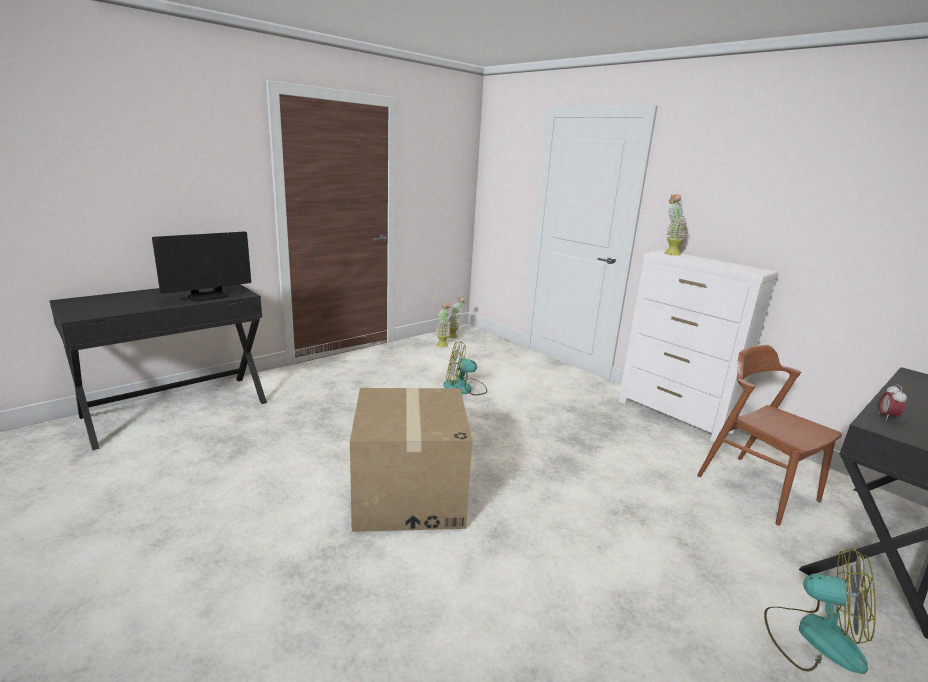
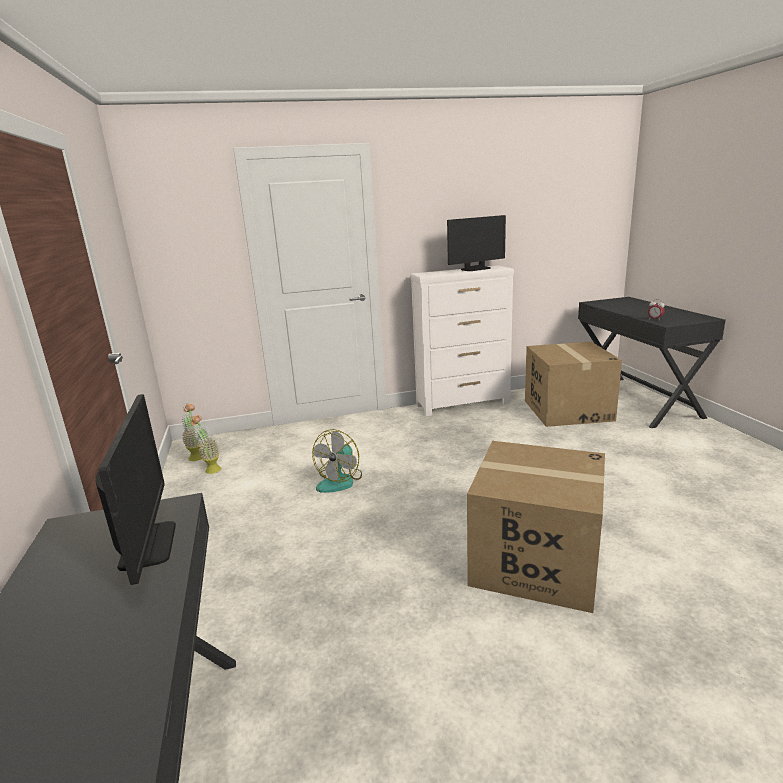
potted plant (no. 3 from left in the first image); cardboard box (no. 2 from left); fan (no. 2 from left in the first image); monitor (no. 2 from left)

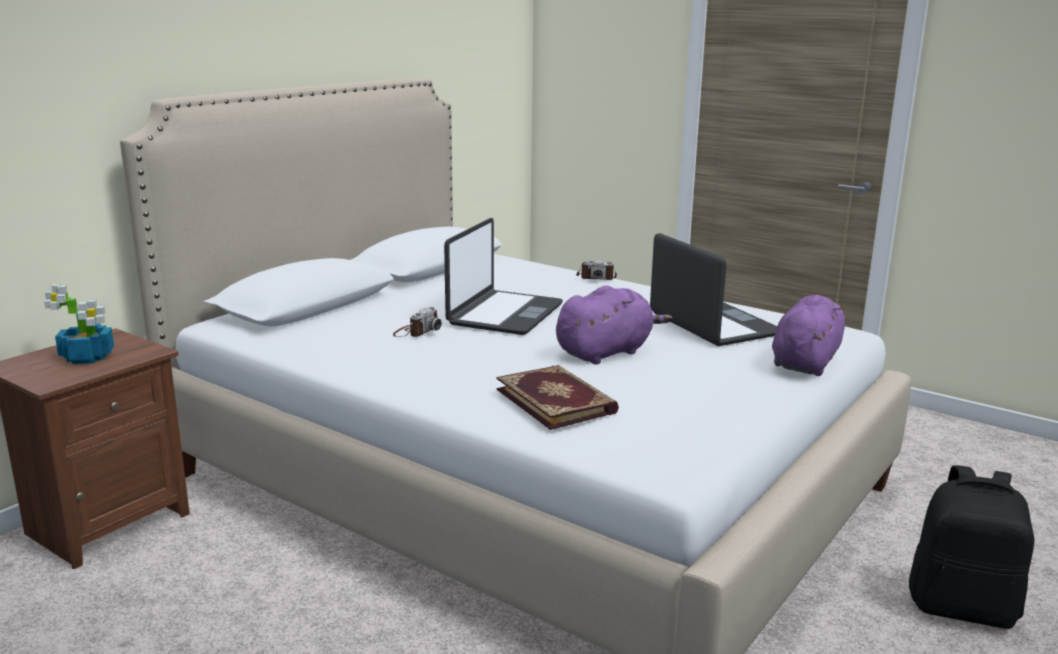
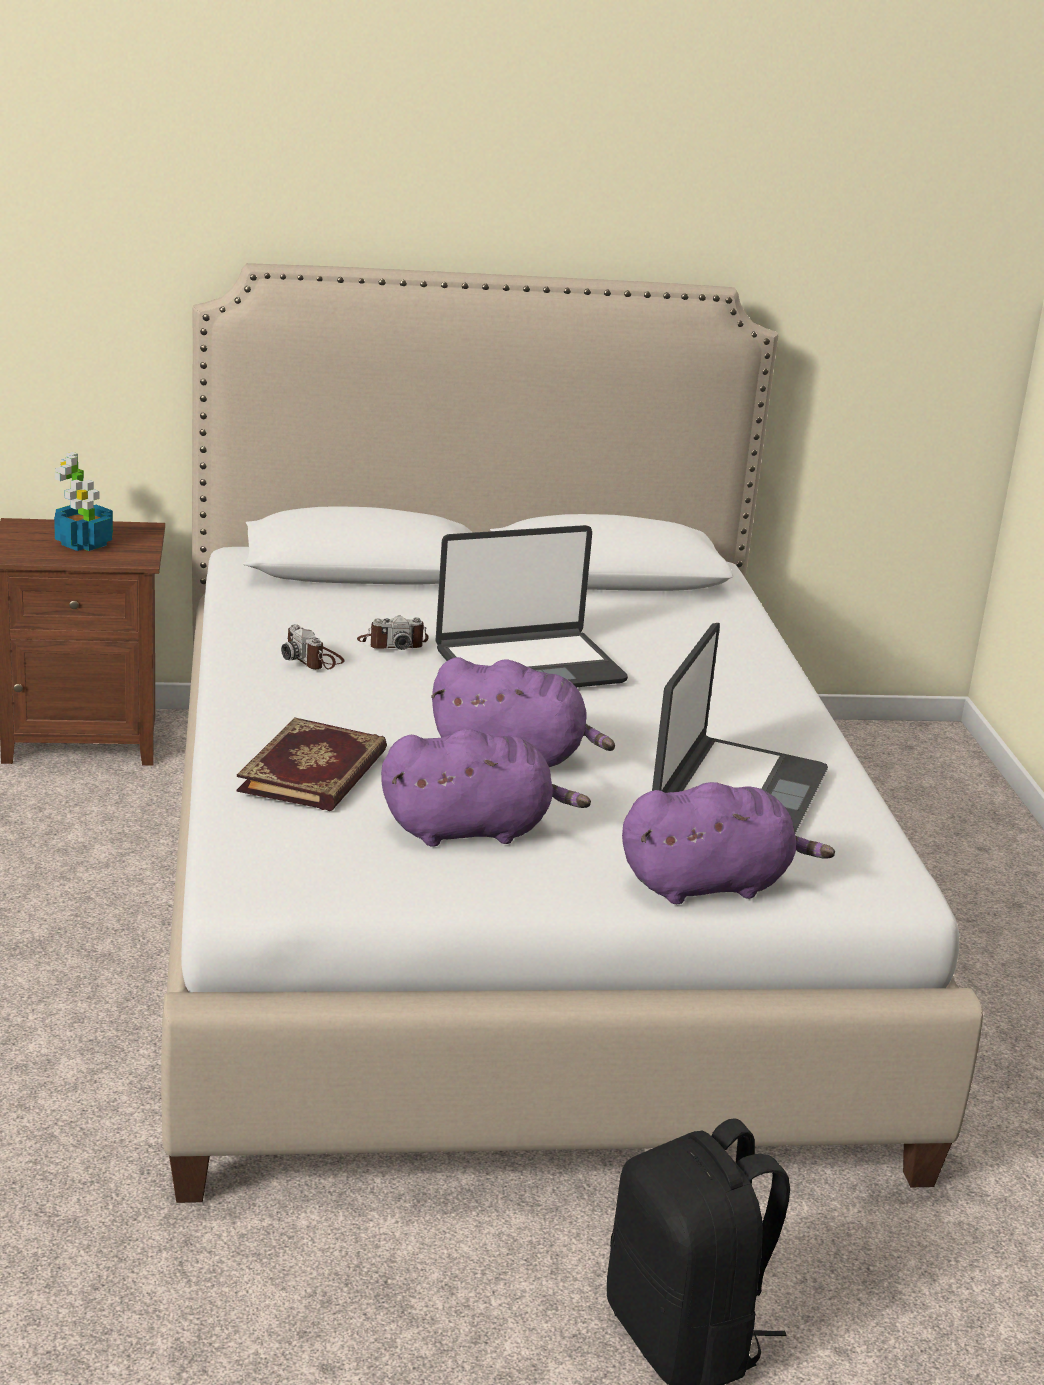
photo camera (no. 1 from left); plush toy/purple (no. 1 from left)

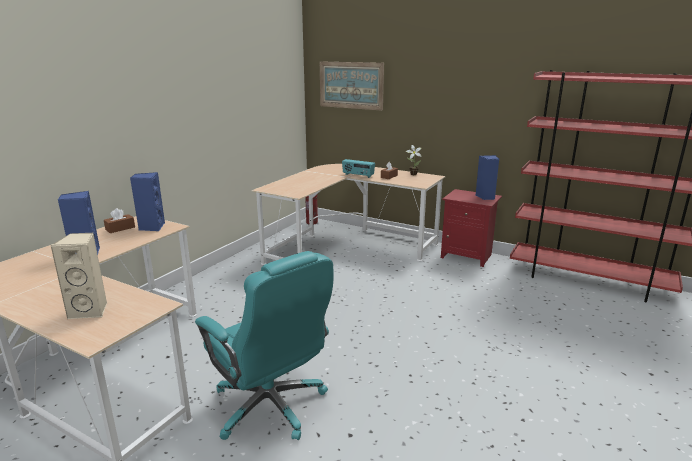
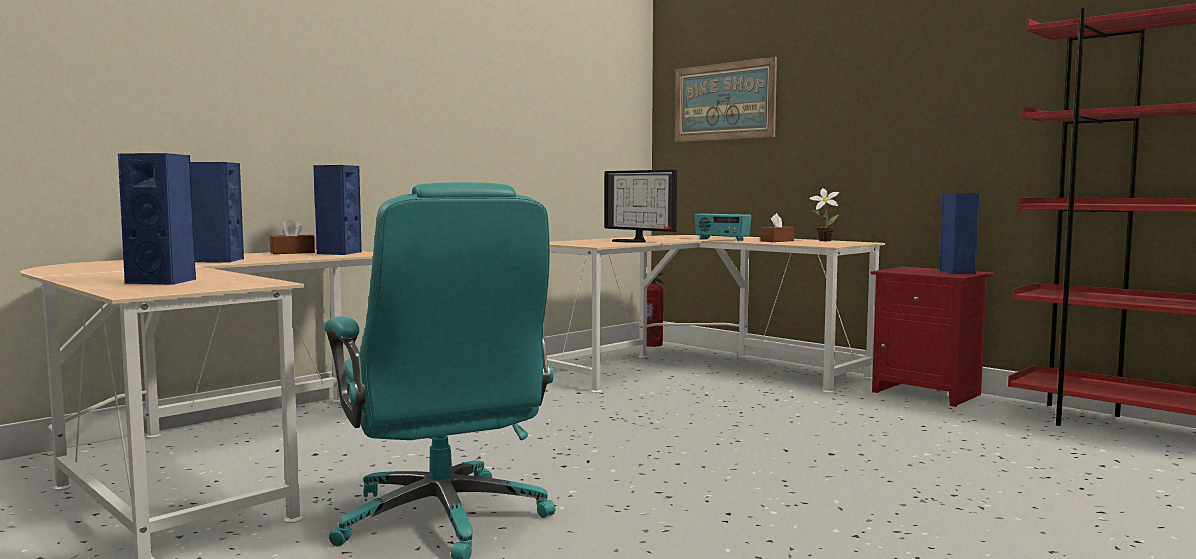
speaker/blue (no. 1 from left); monitor

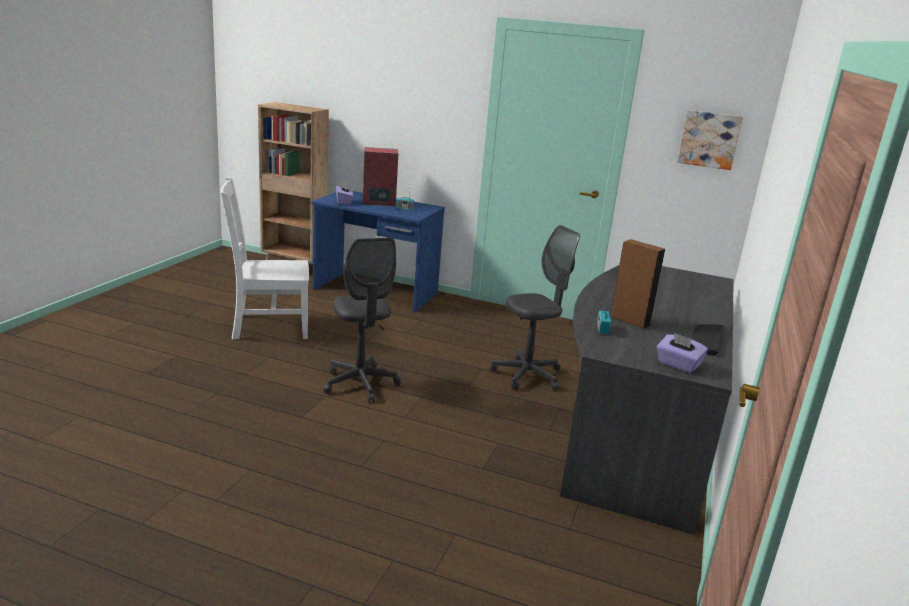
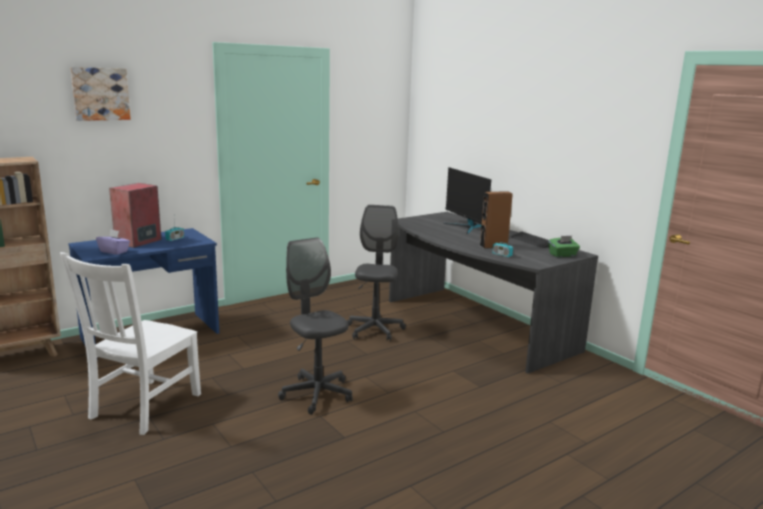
picture; office chair/grey (no. 1 from left); tissue box/green; monitor

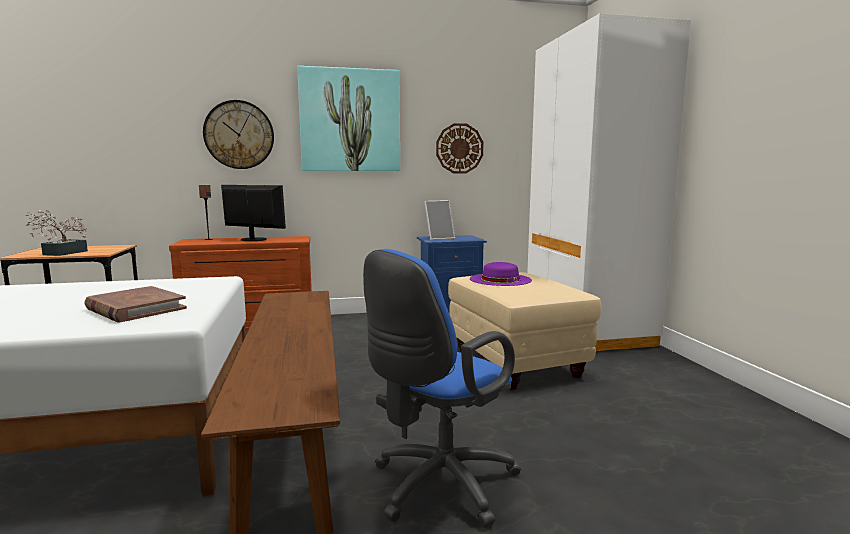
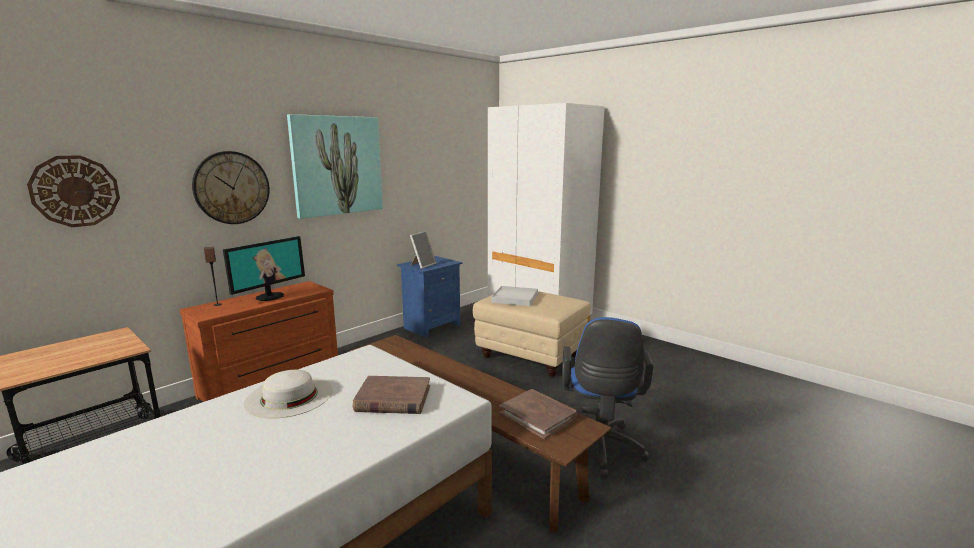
wall clock (no. 1 from left); monitor; potted plant; tray/white; hat/white; book/brown (no. 2 from left)

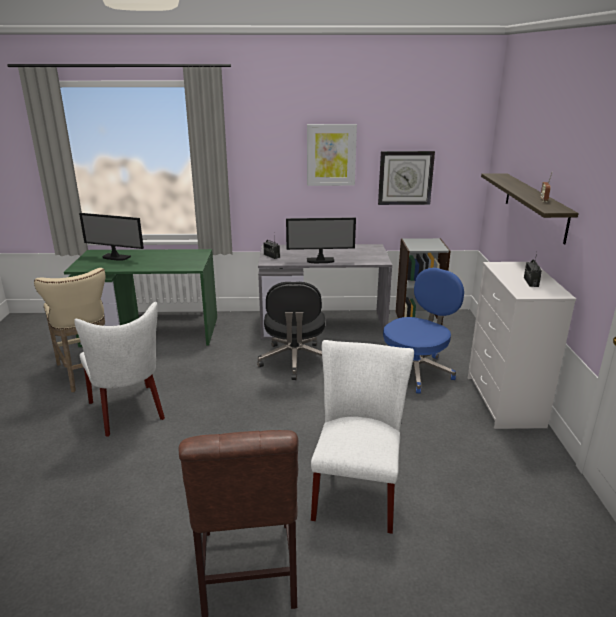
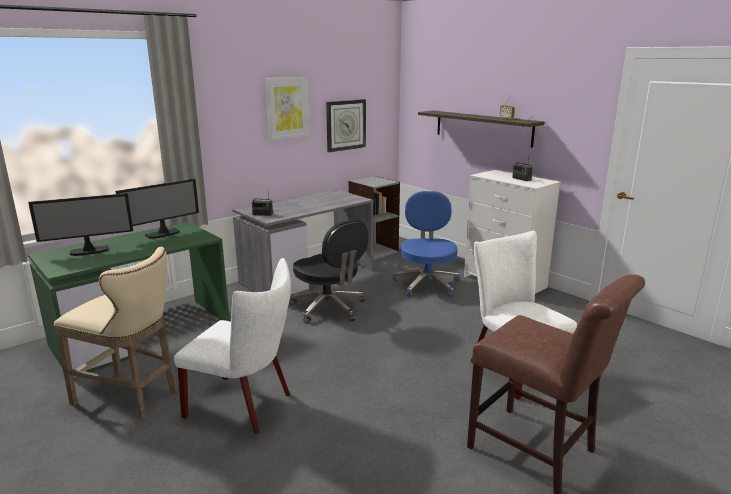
monitor (no. 2 from left)

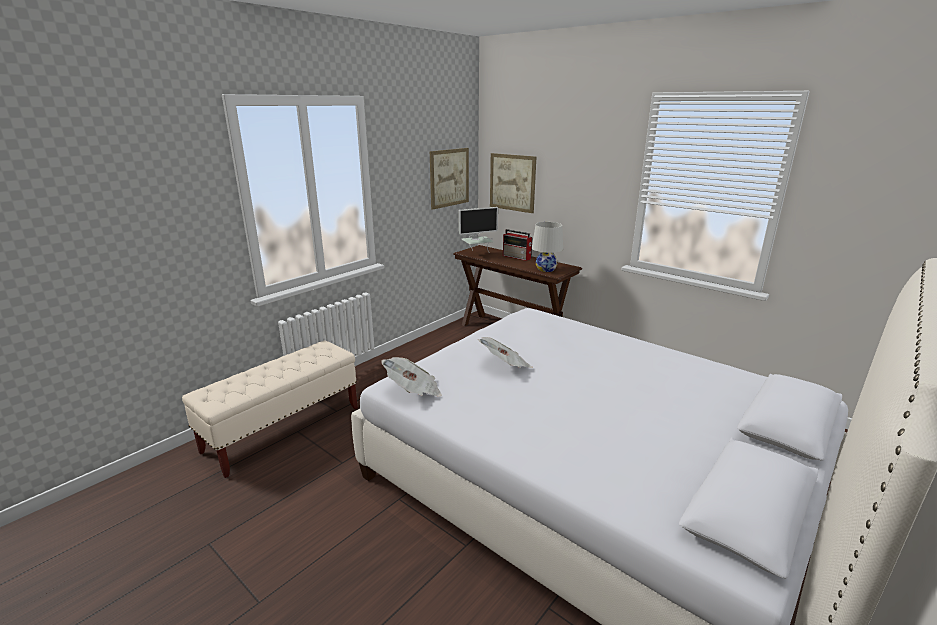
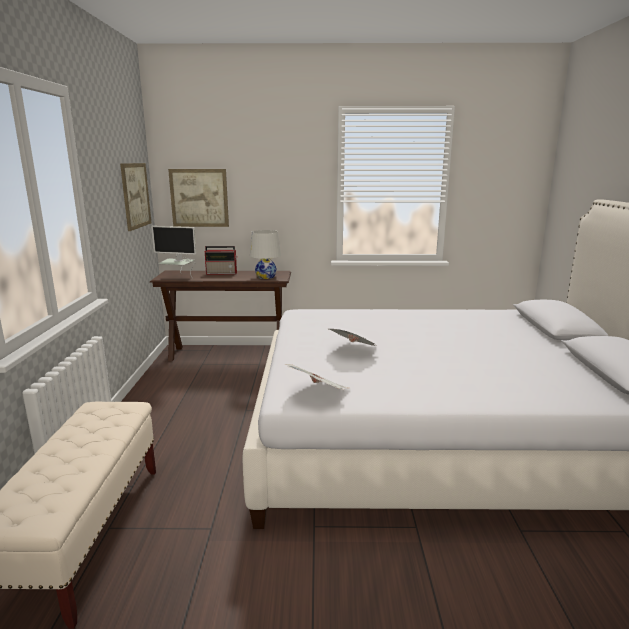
monitor

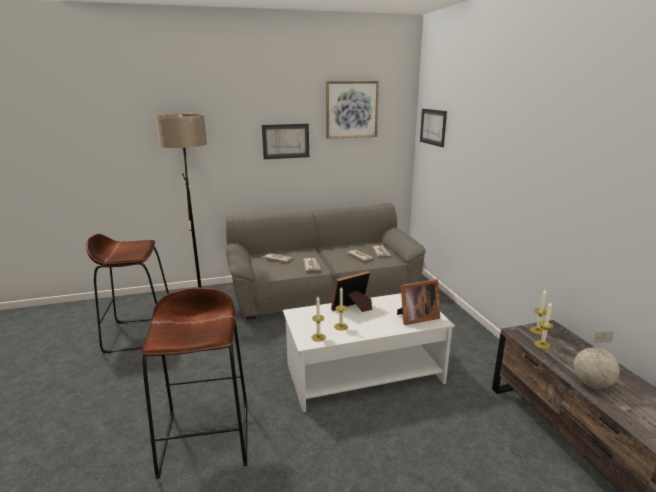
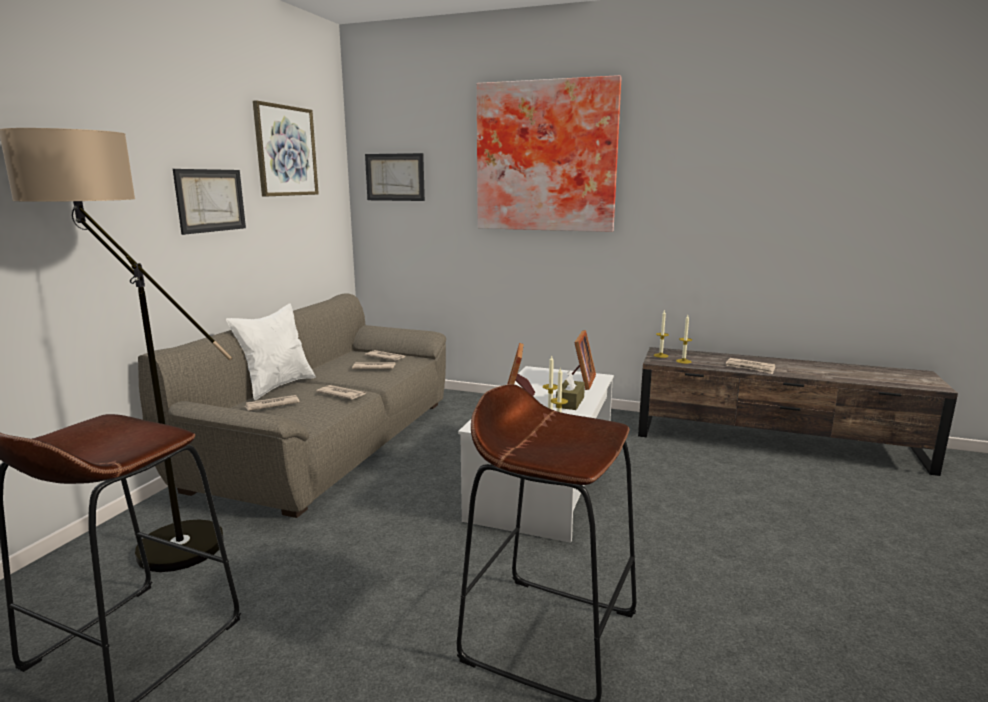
newspaper (no. 5 from left); picture (no. 4 from left); pillow/white; tissue box/brown

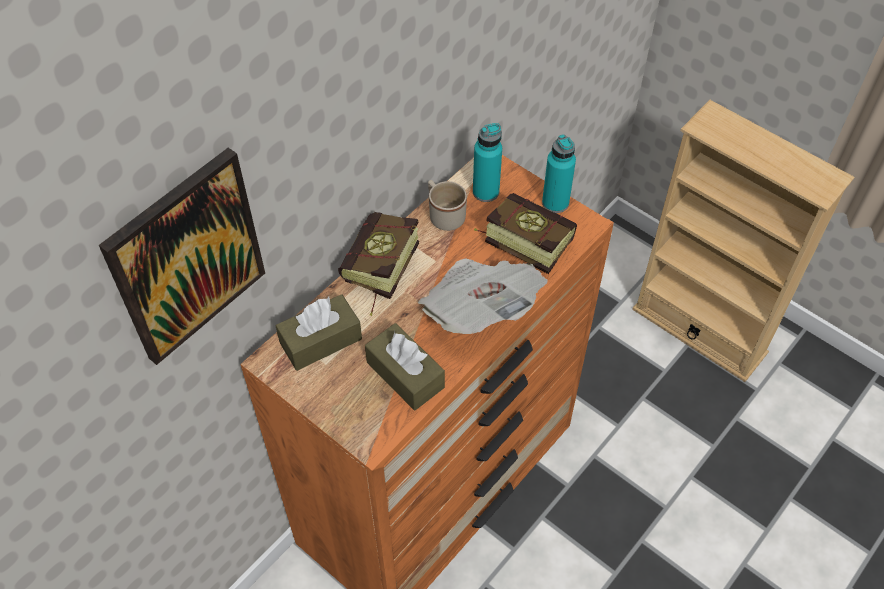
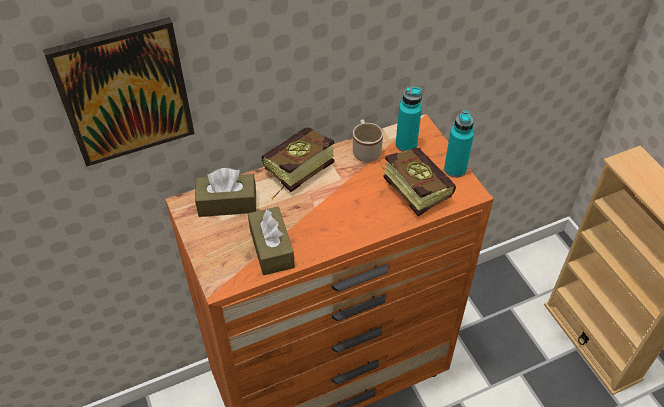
newspaper

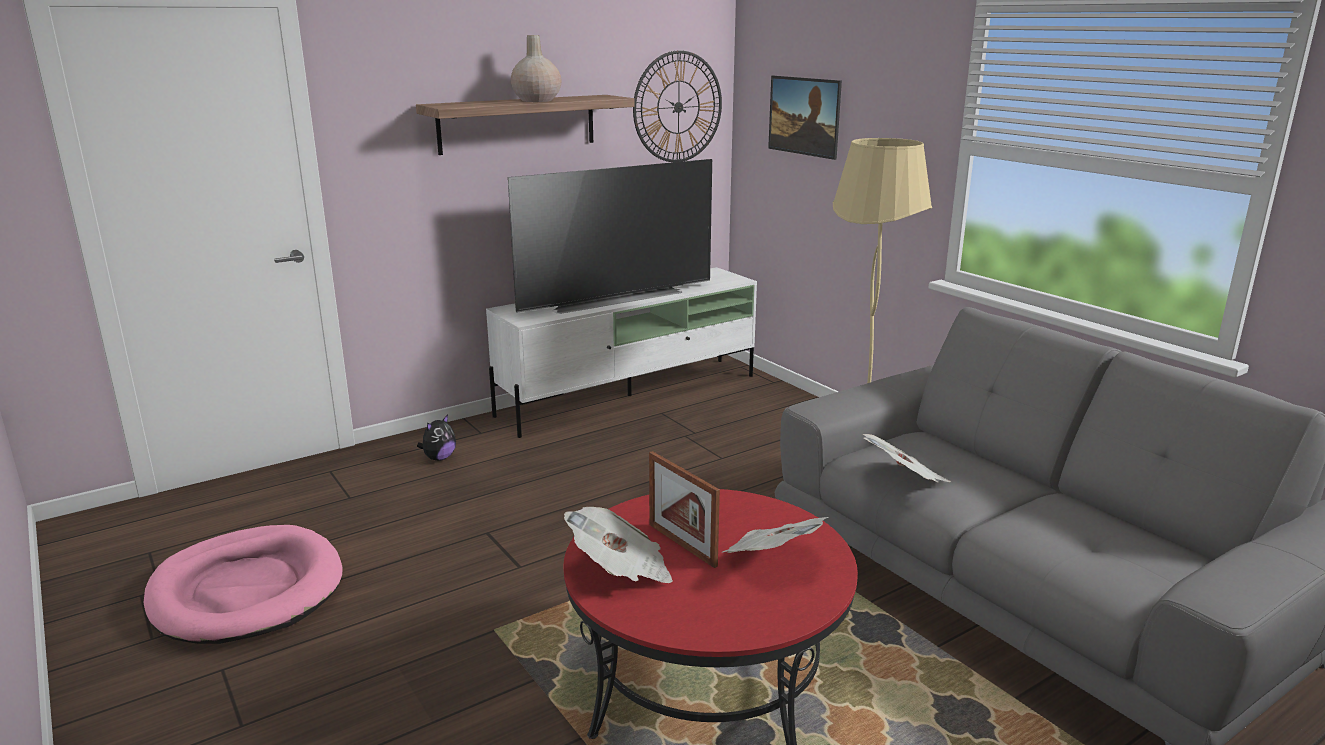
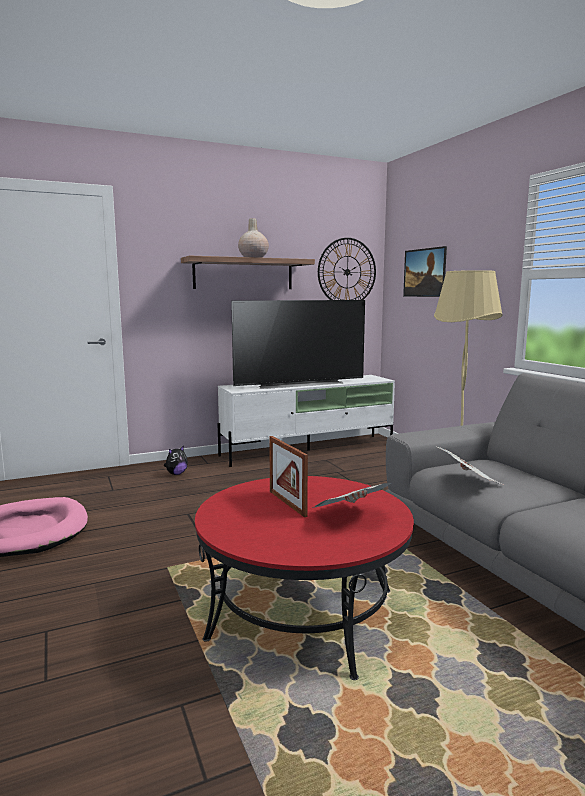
newspaper (no. 1 from left in the first image)

